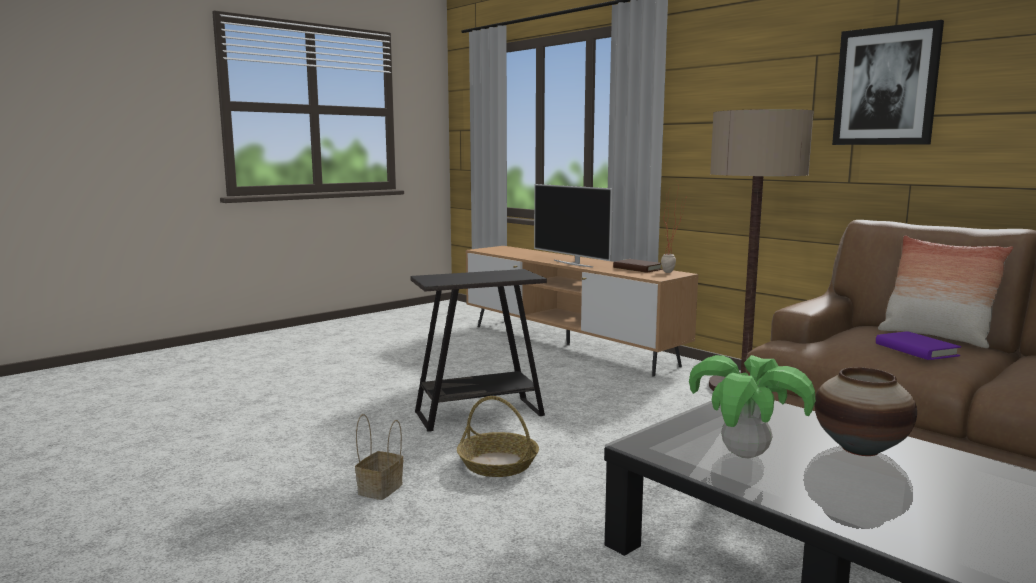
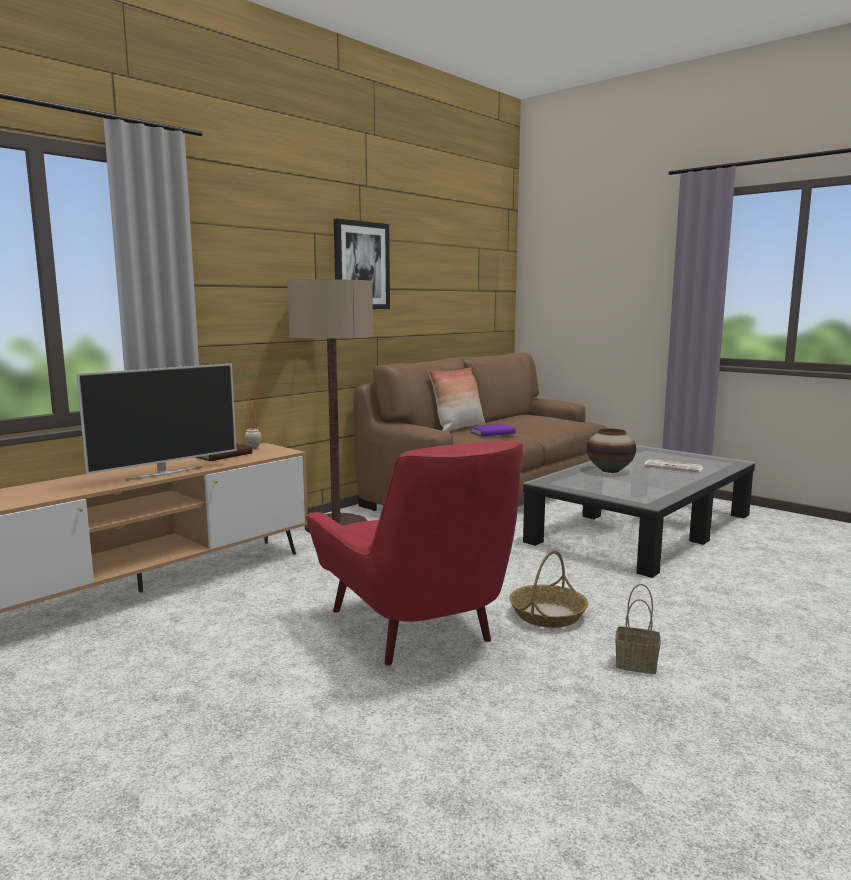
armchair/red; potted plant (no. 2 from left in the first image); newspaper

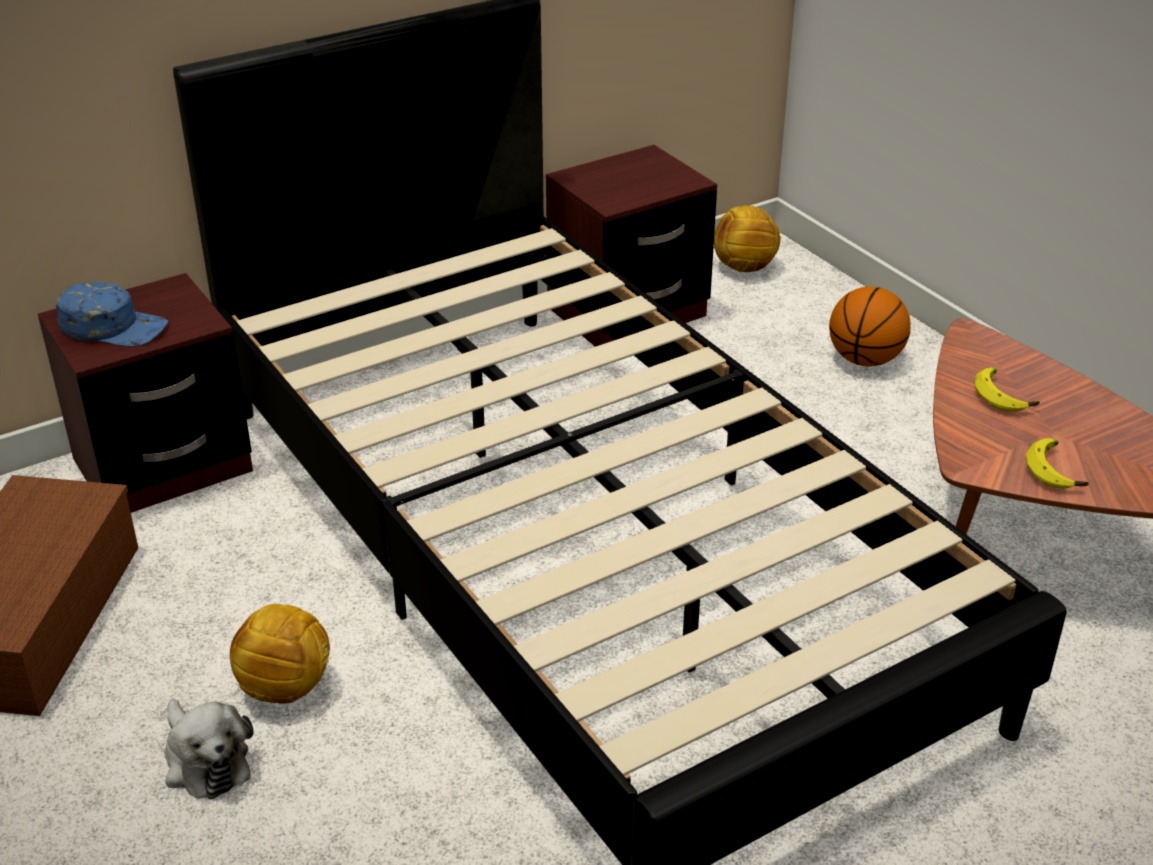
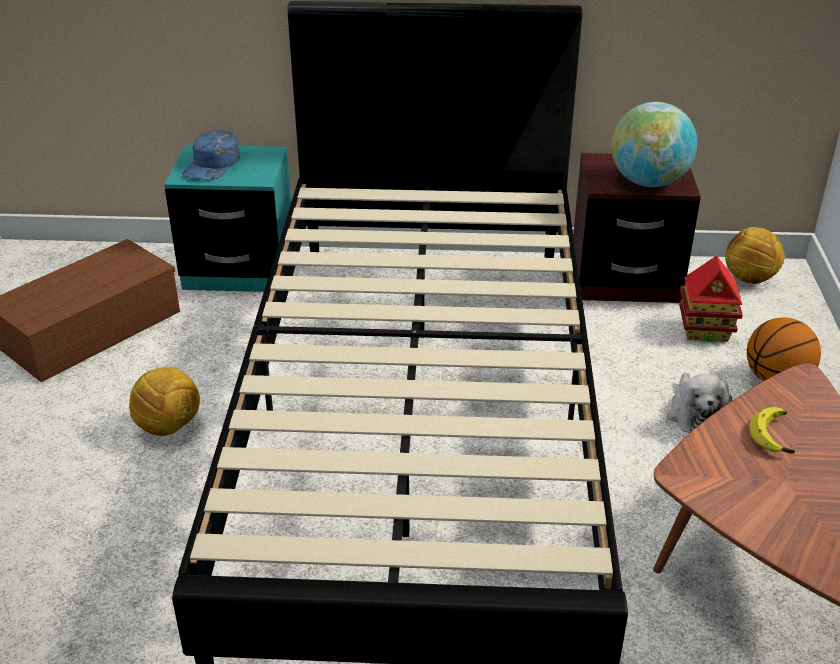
nightstand/turquoise; cap/blue; banana (no. 2 from left in the first image); plush toy; globe; toy house

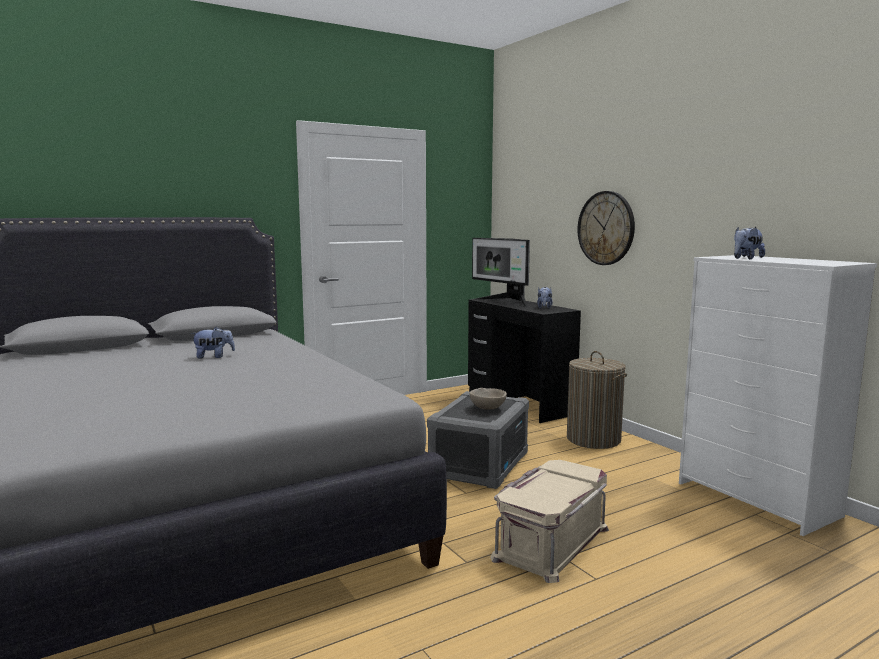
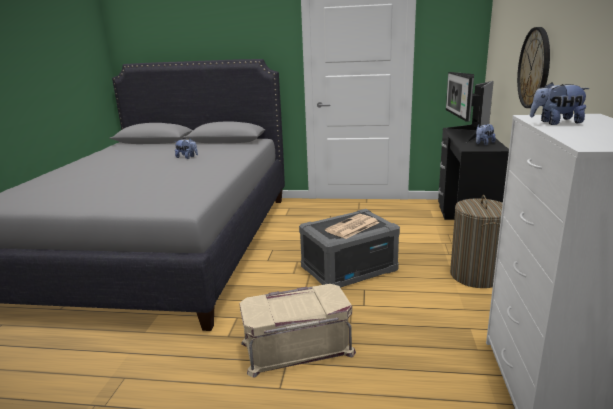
newspaper

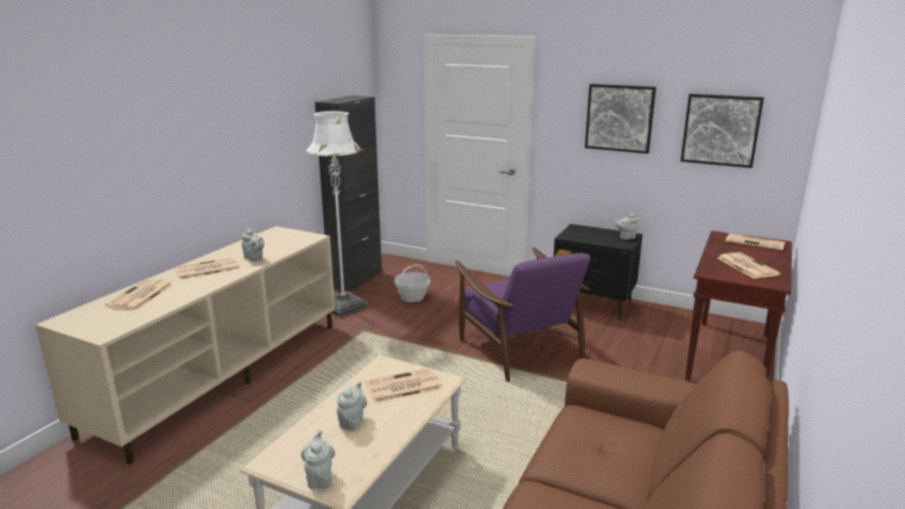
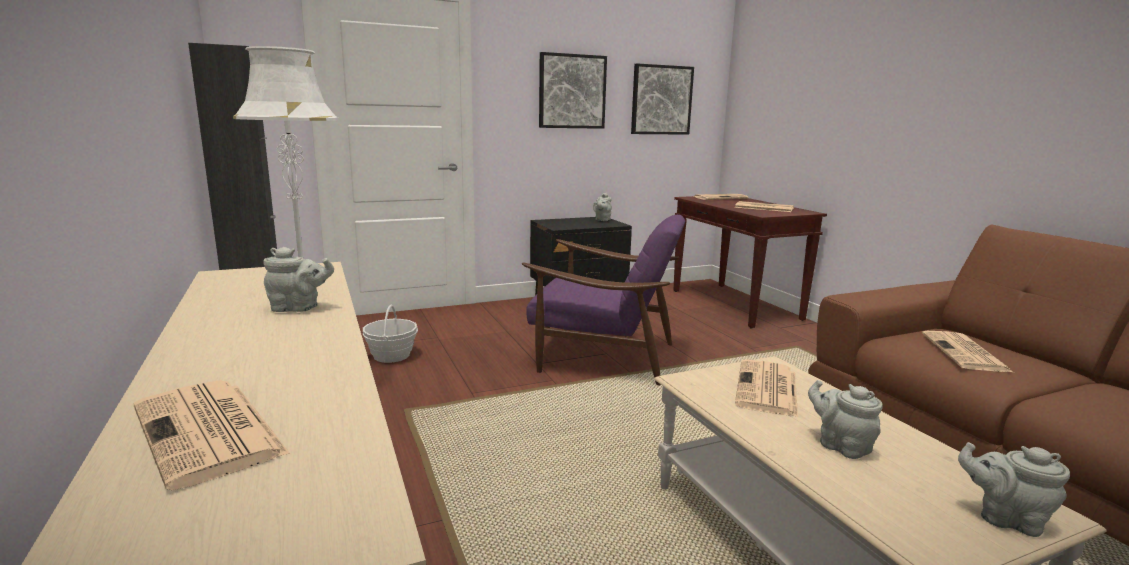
newspaper (no. 5 from left)

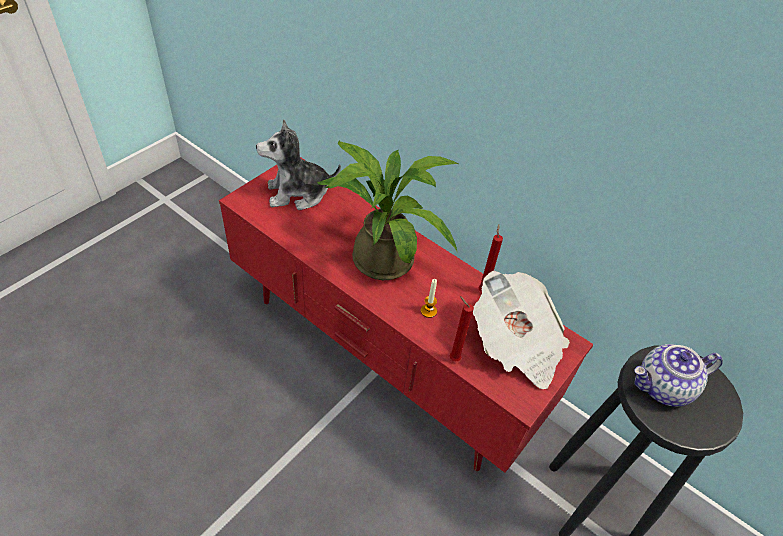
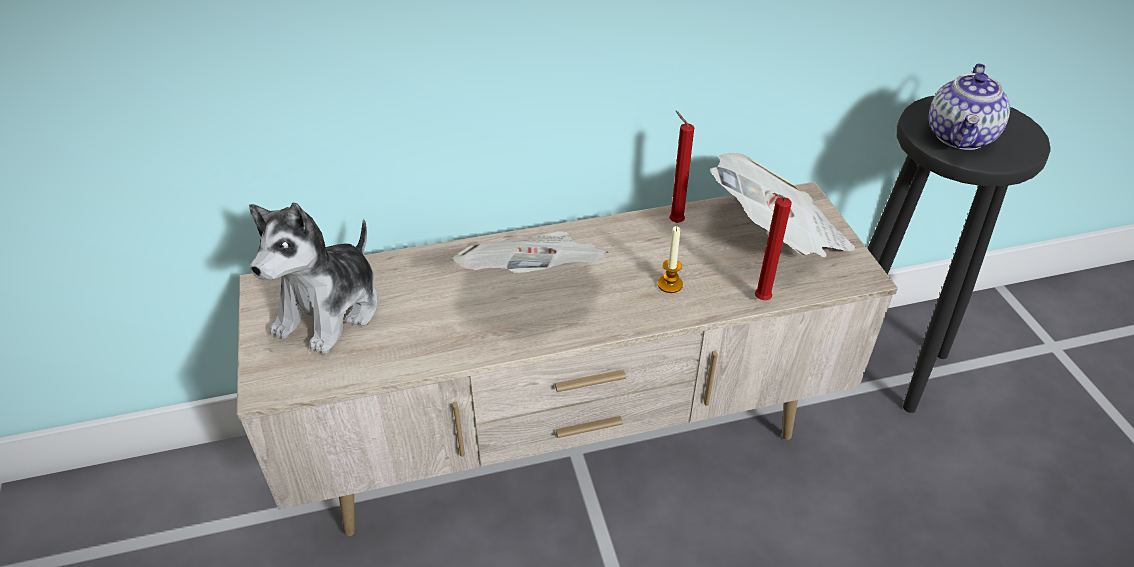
newspaper (no. 1 from left); tv stand/beige

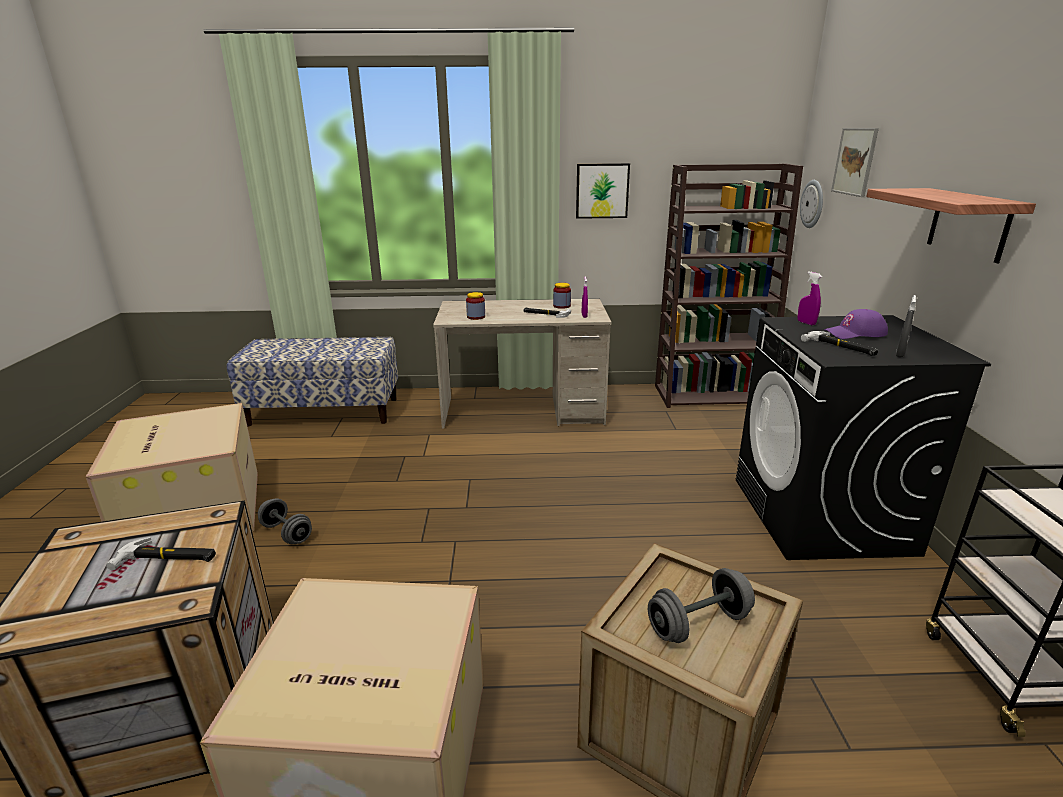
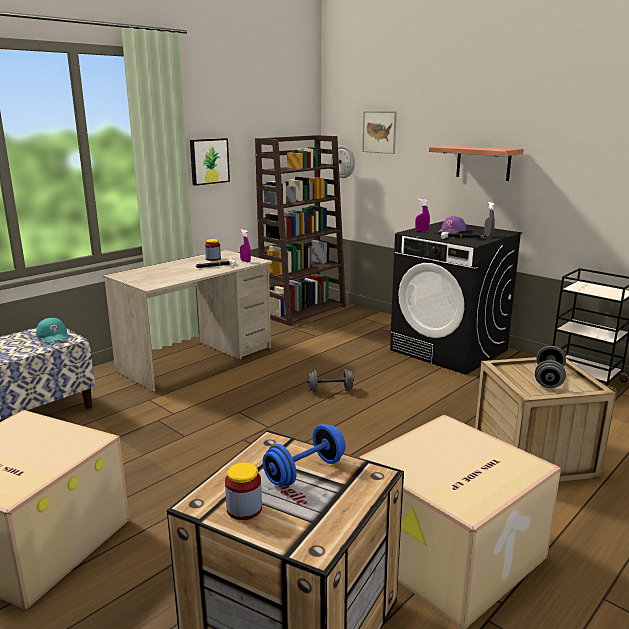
jar (no. 2 from left); dumbbell/grey (no. 1 from left); dumbbell/blue; cap/turquoise

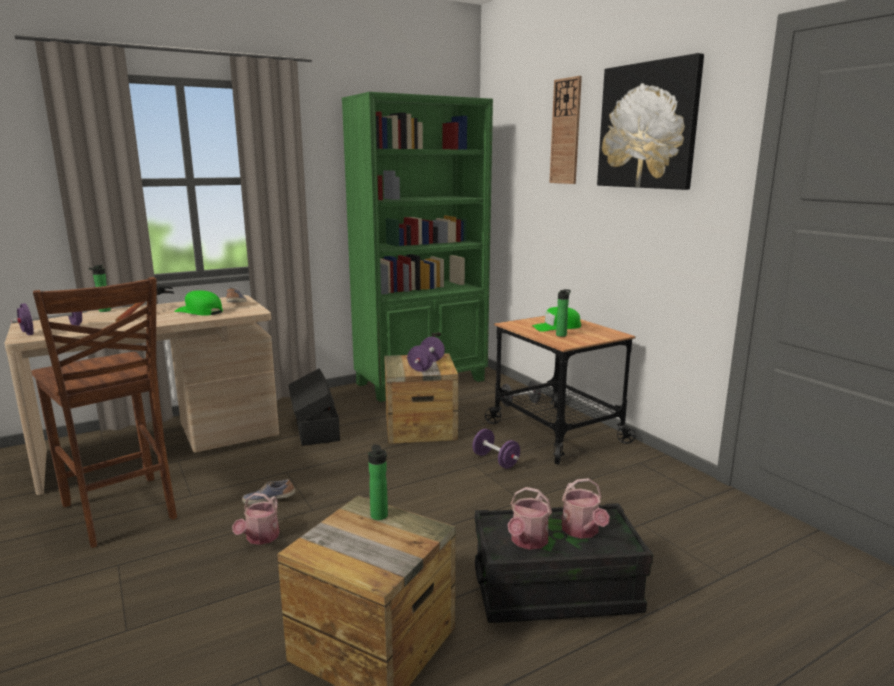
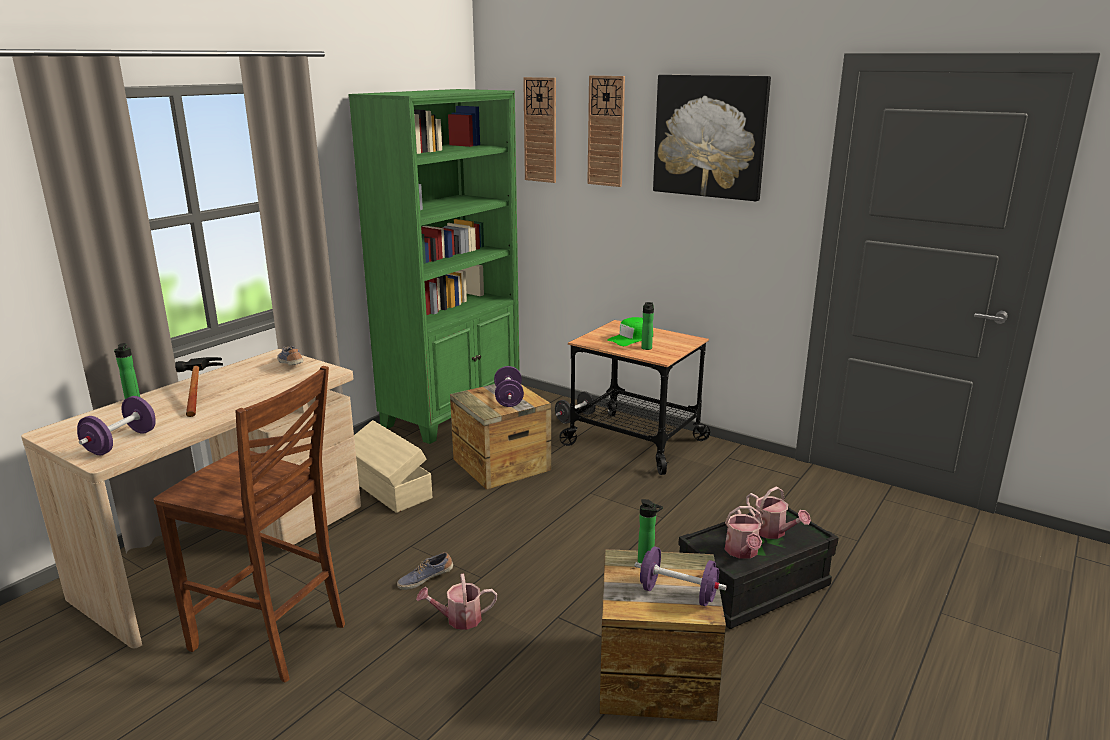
cap/green (no. 1 from left in the first image); storage box/beige; dumbbell/purple (no. 3 from left); watering can (no. 1 from left); wall clock (no. 1 from left)

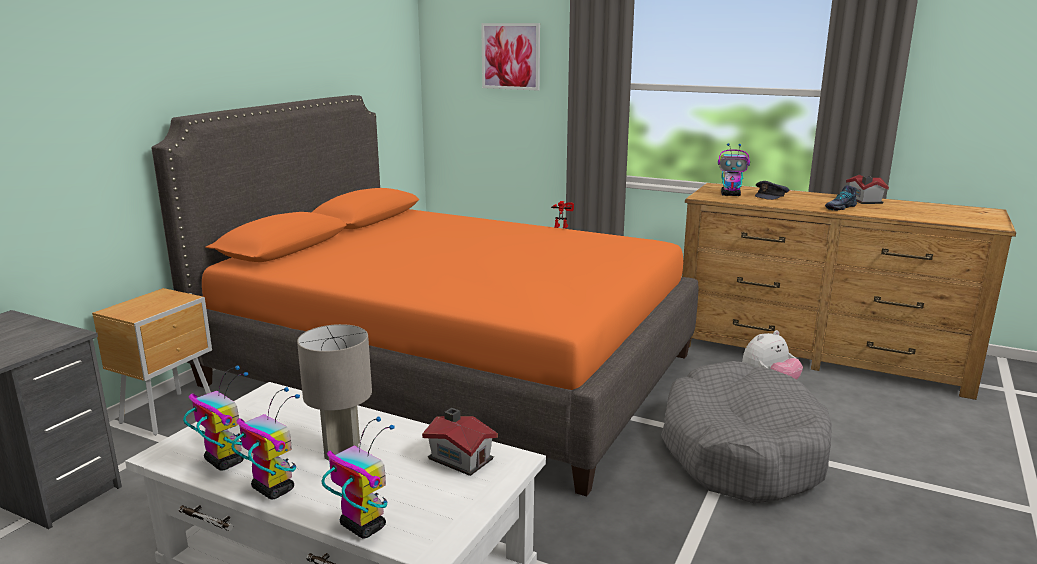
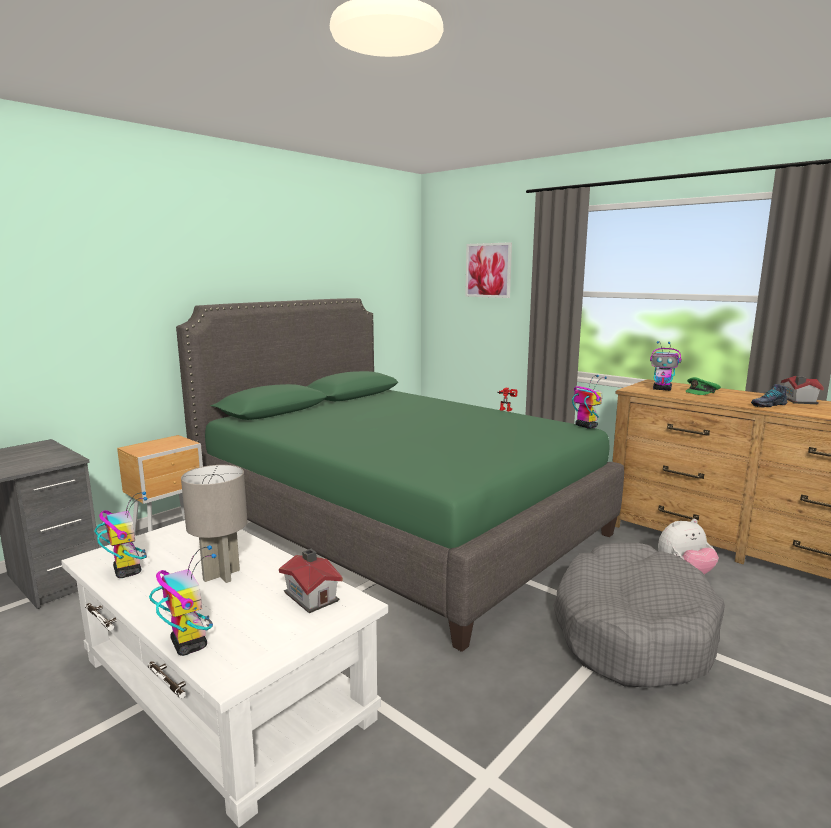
bed/green; cap/green; toy robot (no. 4 from left)

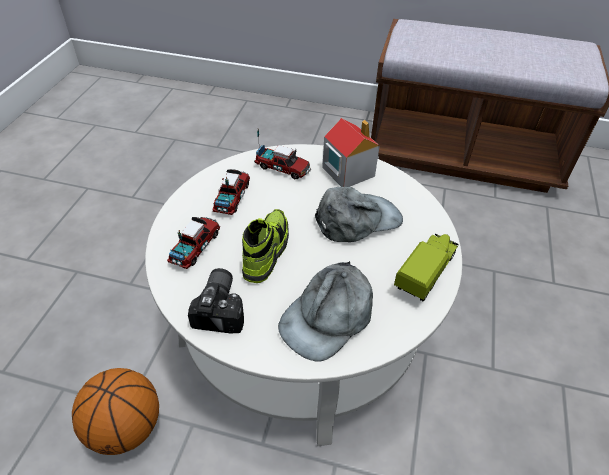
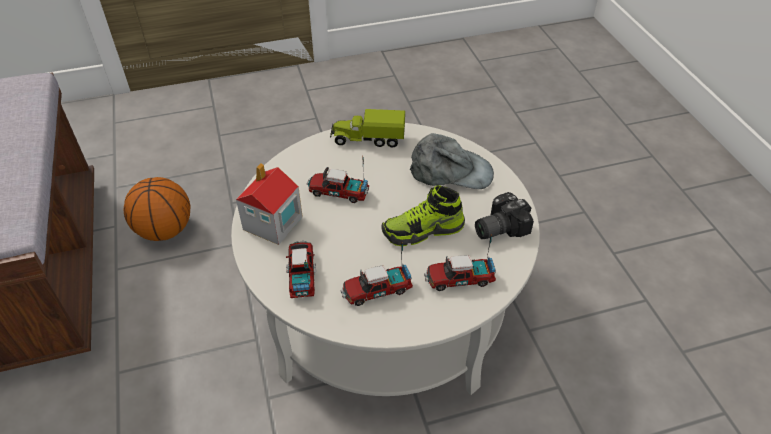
toy truck (no. 2 from left); basketball

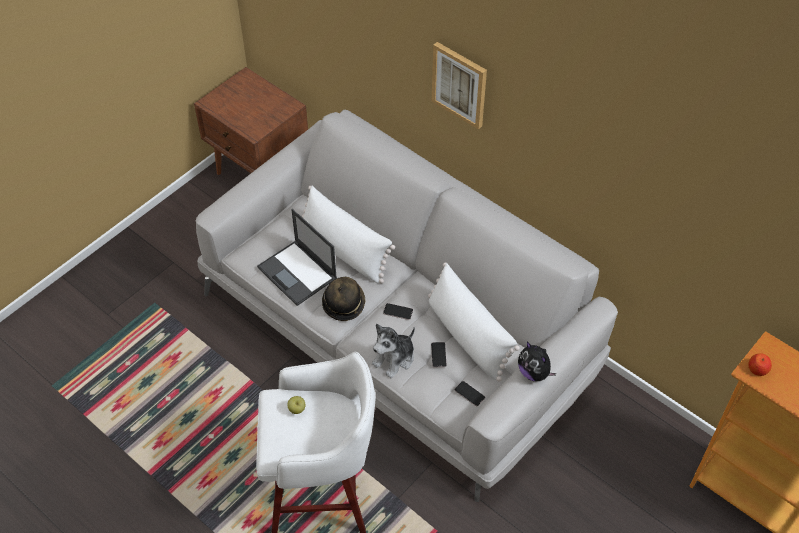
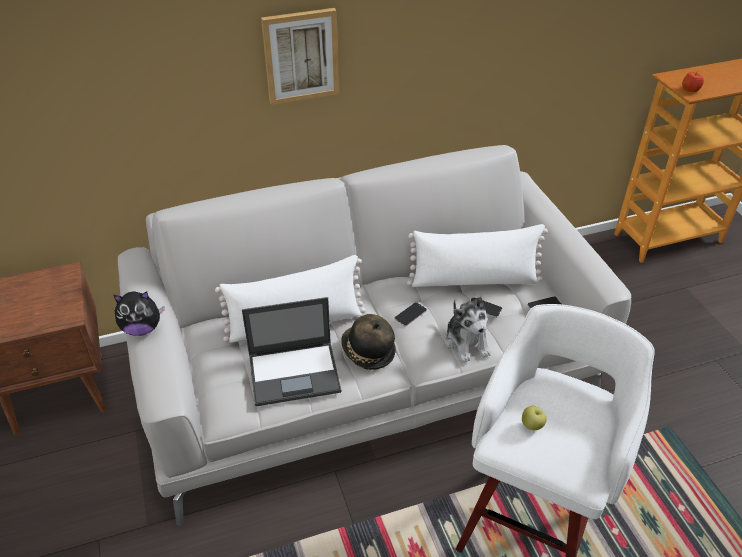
plush toy (no. 1 from left)

